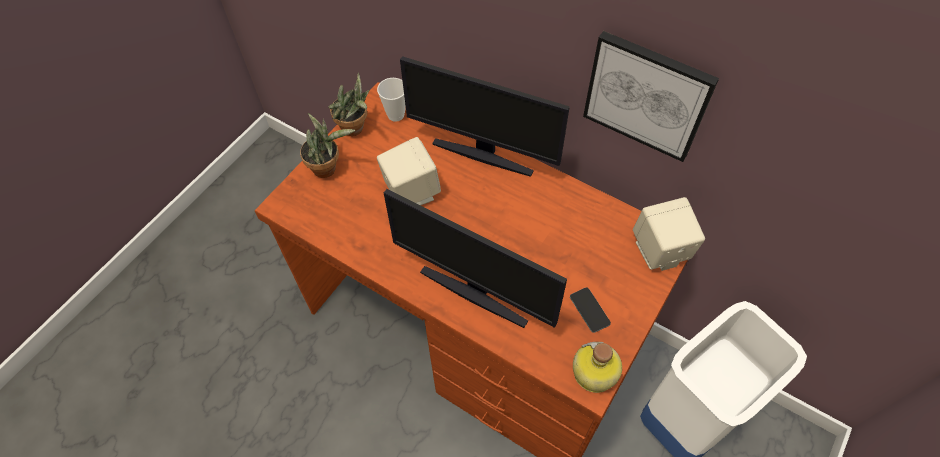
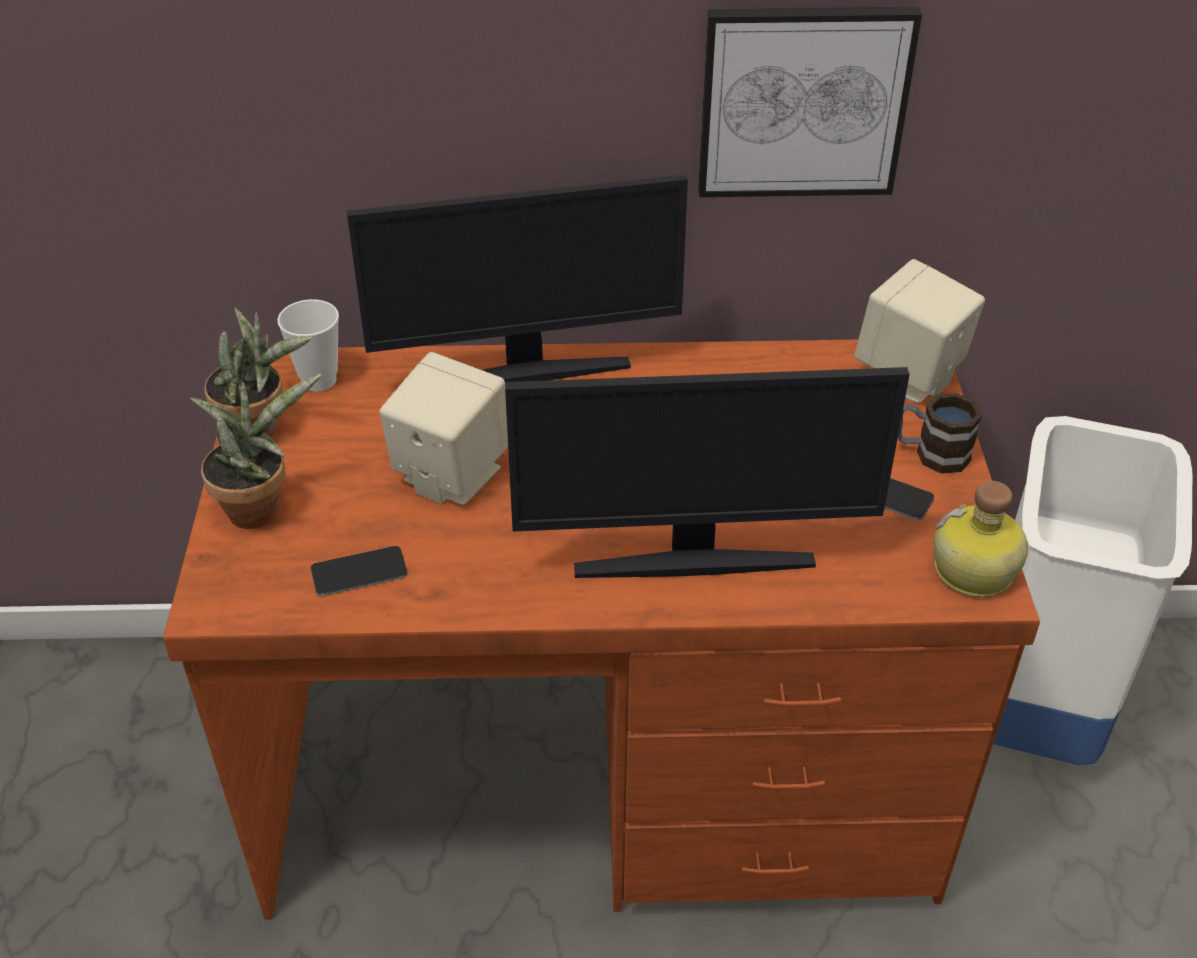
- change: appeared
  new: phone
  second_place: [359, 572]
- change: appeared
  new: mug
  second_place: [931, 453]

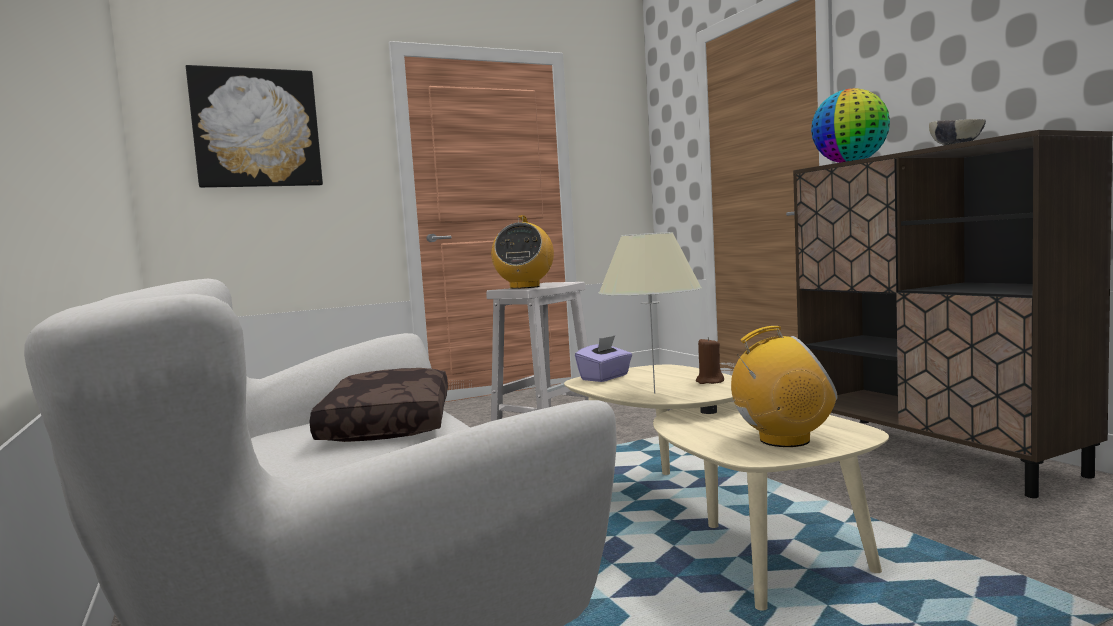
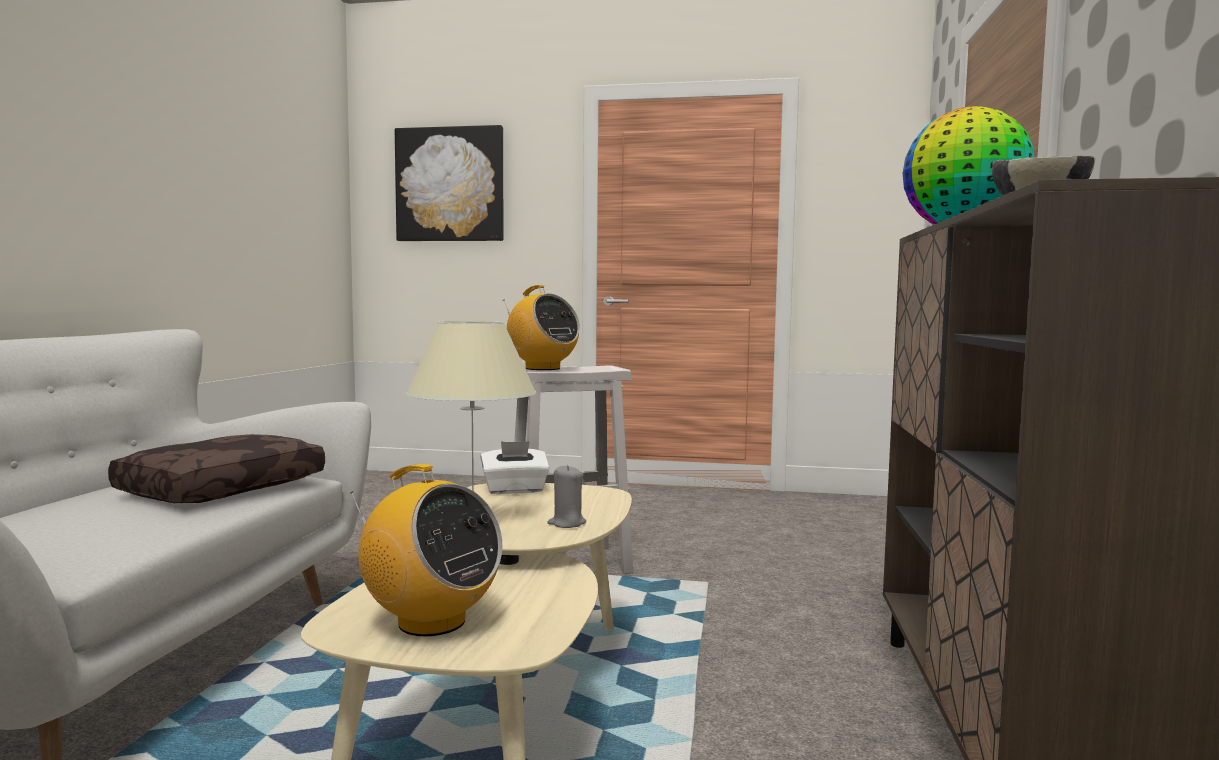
- change: colour
  old: tissue box (purple)
  new: tissue box (white)
  first_place: [605, 377]
  second_place: [514, 490]
- change: spun
  old: radio
  first_place: [524, 287]
  second_place: [542, 368]
  degrees: -90
- change: colour
  old: candle (brown)
  new: candle (grey)
  first_place: [709, 381]
  second_place: [566, 523]

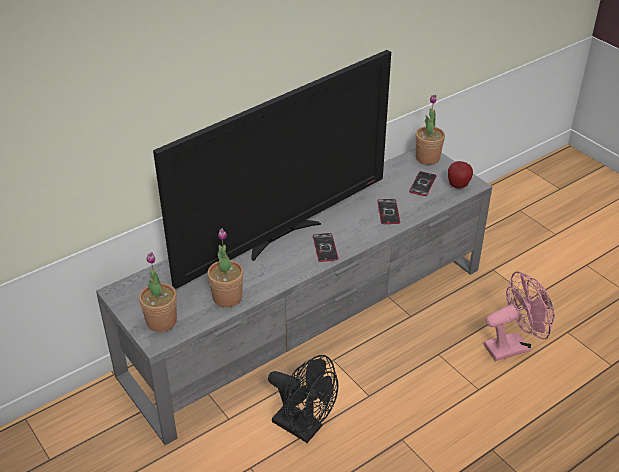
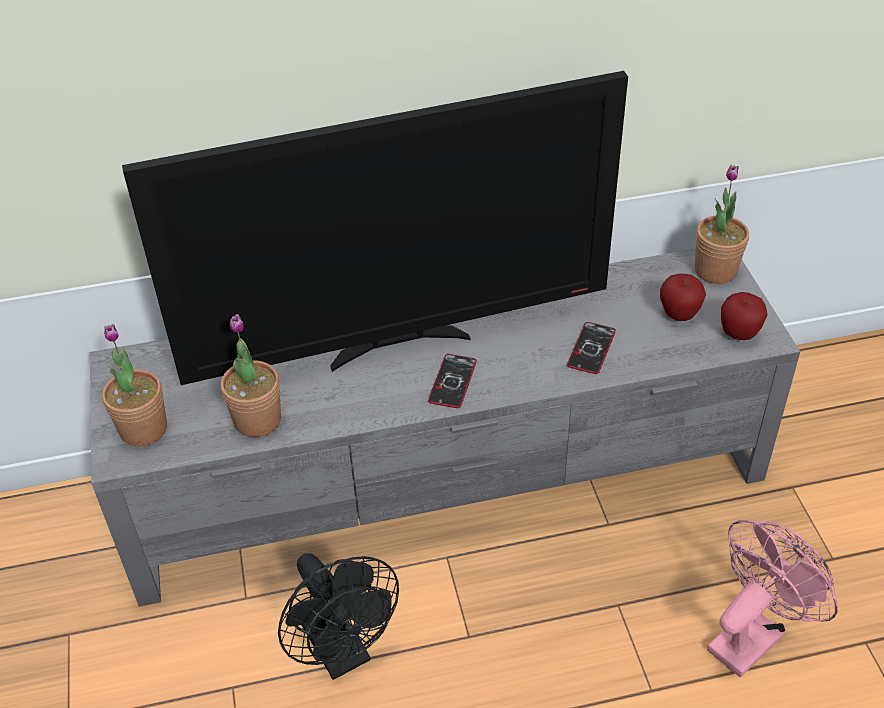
- change: exchanged
  old: phone
  new: apple
  first_place: [423, 184]
  second_place: [679, 315]
- change: spun
  old: fan (pink)
  first_place: [513, 346]
  second_place: [752, 634]
  degrees: -45

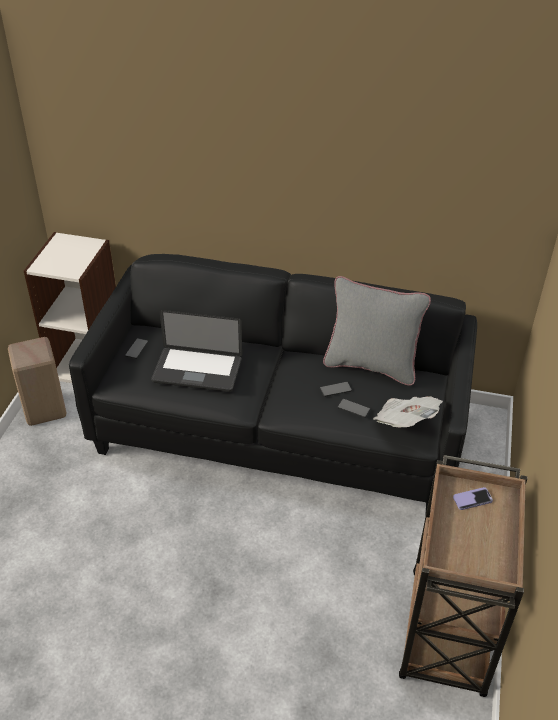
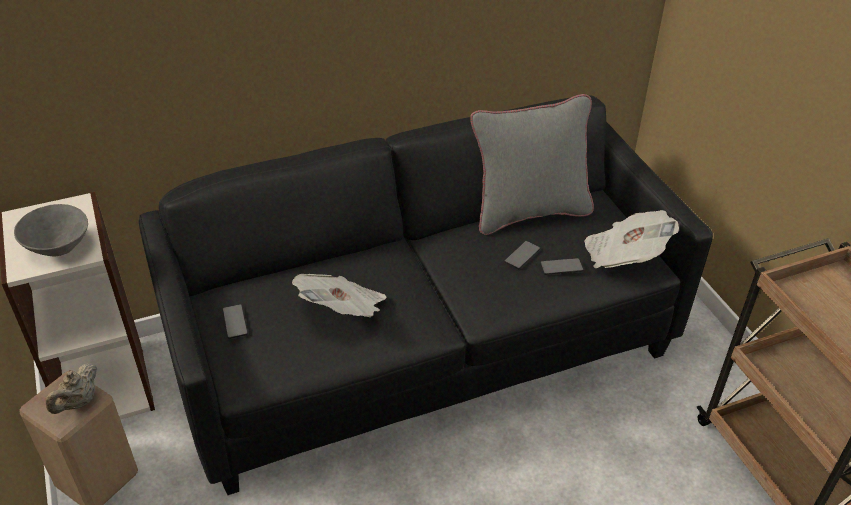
- change: appeared
  new: bowl (grey)
  second_place: [59, 248]
- change: appeared
  new: teapot (beige)
  second_place: [79, 402]
- change: exchanged
  old: laptop
  new: newspaper
  first_place: [197, 371]
  second_place: [343, 311]
- change: missing
  old: phone
  first_place: [472, 499]

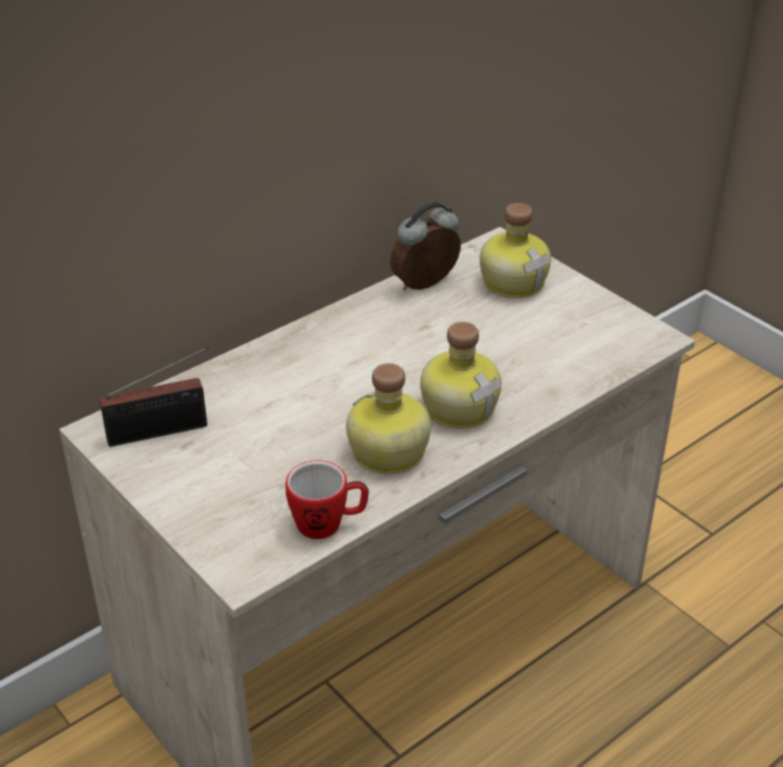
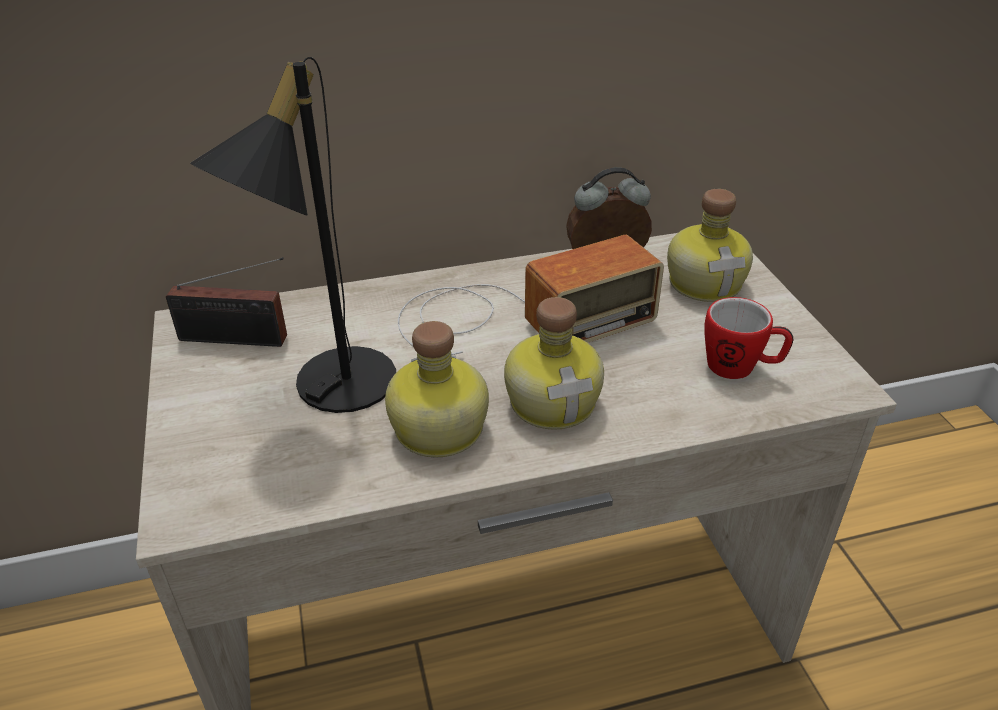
- change: appeared
  new: table lamp (black)
  second_place: [327, 386]
- change: appeared
  new: radio
  second_place: [514, 317]
- change: relocated
  old: mug
  first_place: [328, 524]
  second_place: [740, 368]

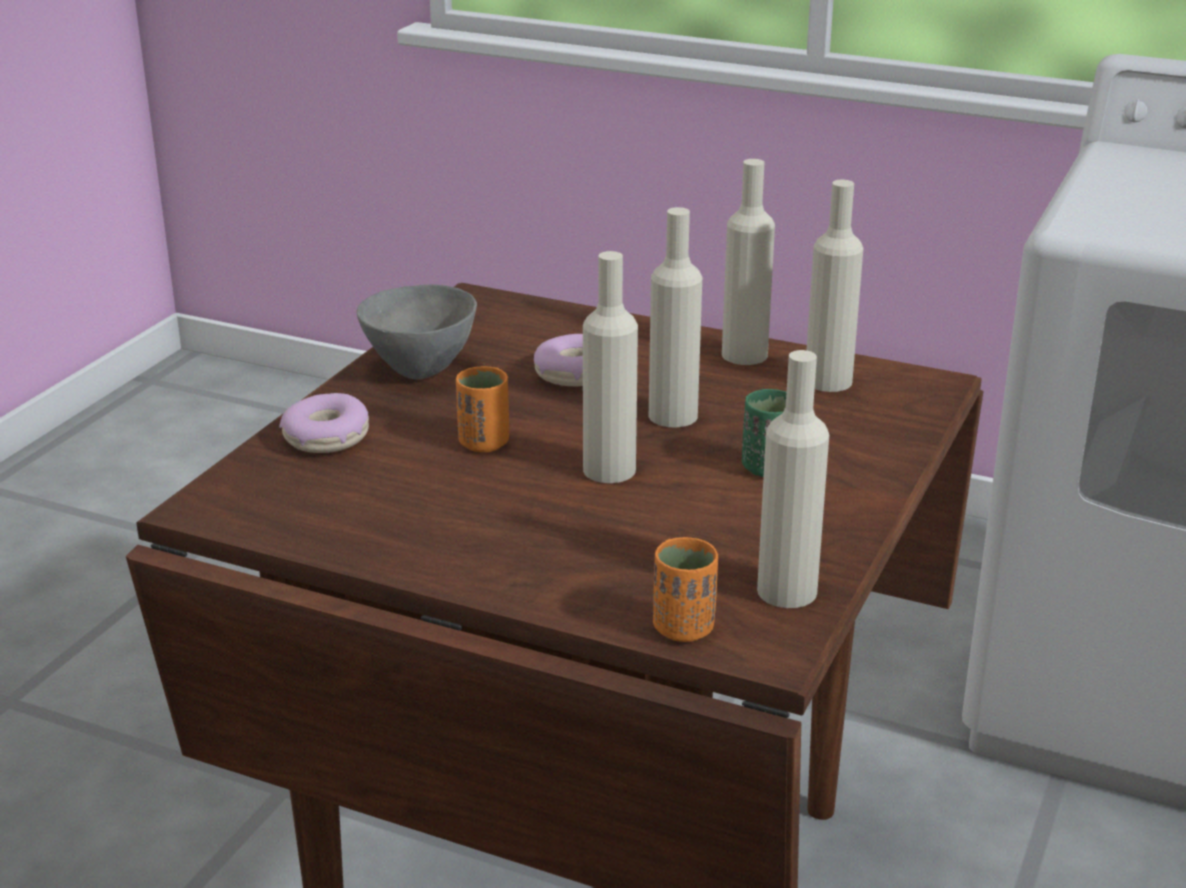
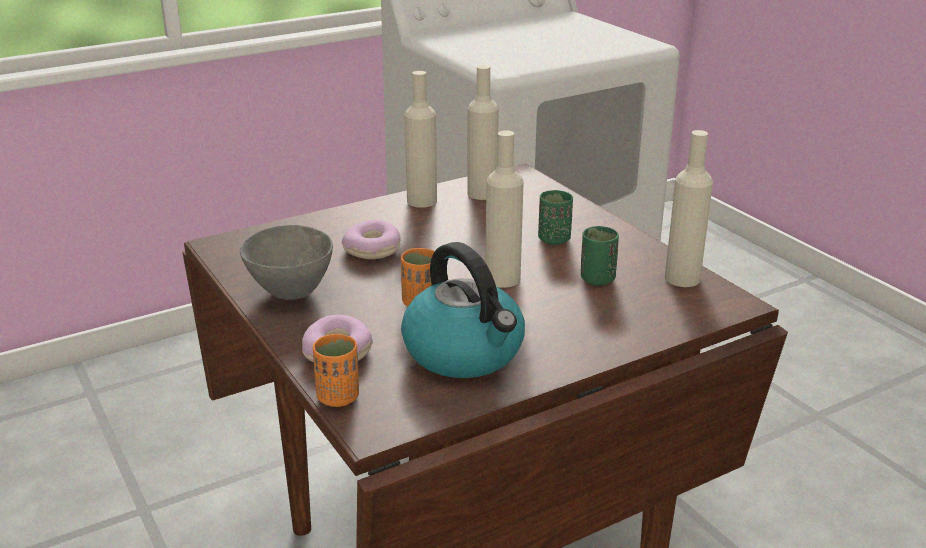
- change: relocated
  old: cup (orange)
  first_place: [683, 629]
  second_place: [338, 397]
- change: appeared
  new: kettle
  second_place: [465, 353]
- change: appeared
  new: cup (green)
  second_place: [597, 279]
- change: missing
  old: bottle (beige)
  first_place: [673, 415]

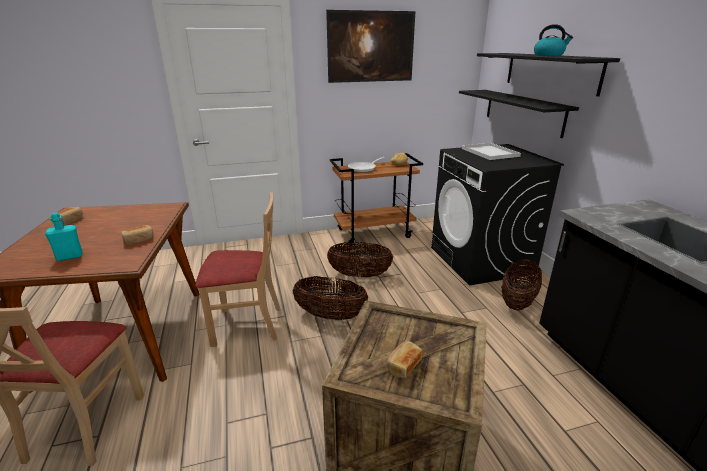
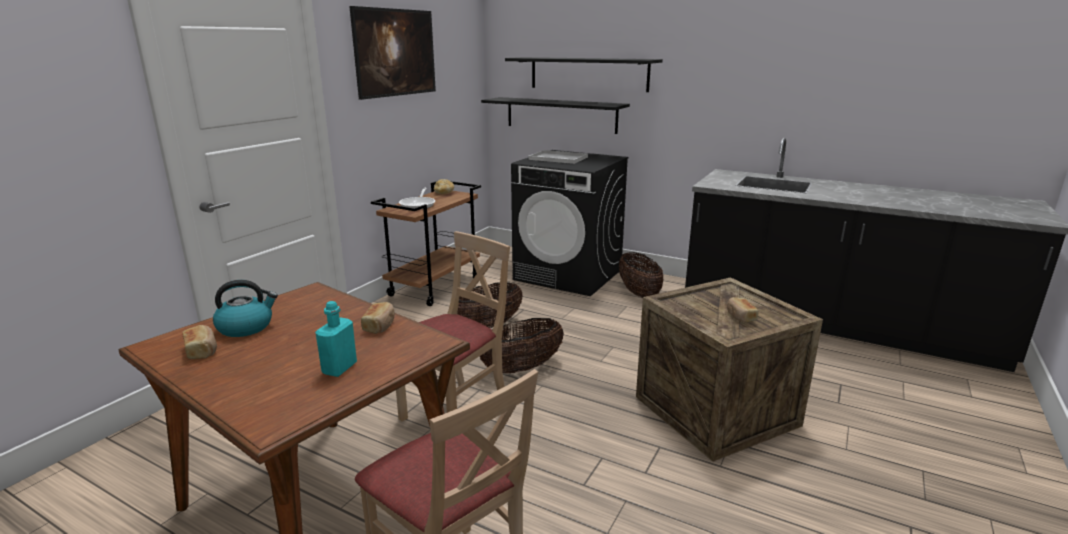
- change: relocated
  old: kettle
  first_place: [549, 55]
  second_place: [246, 327]

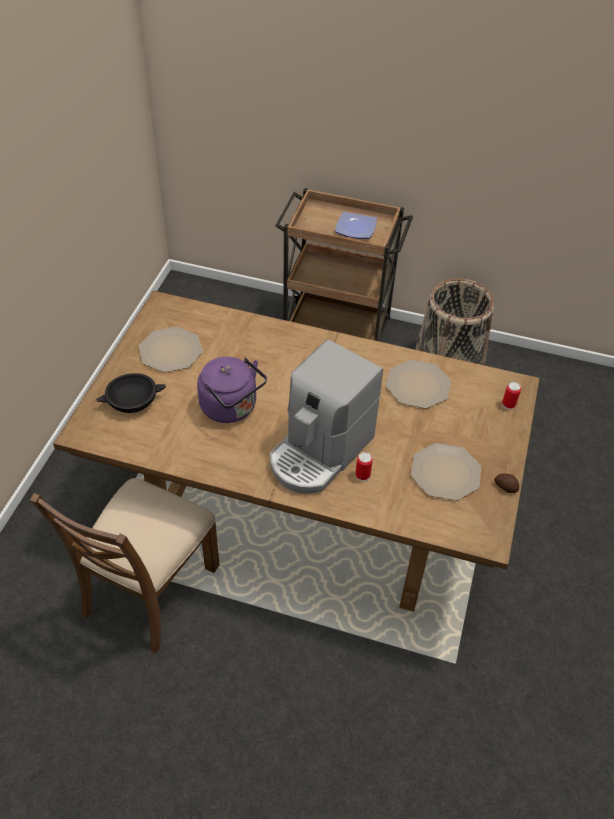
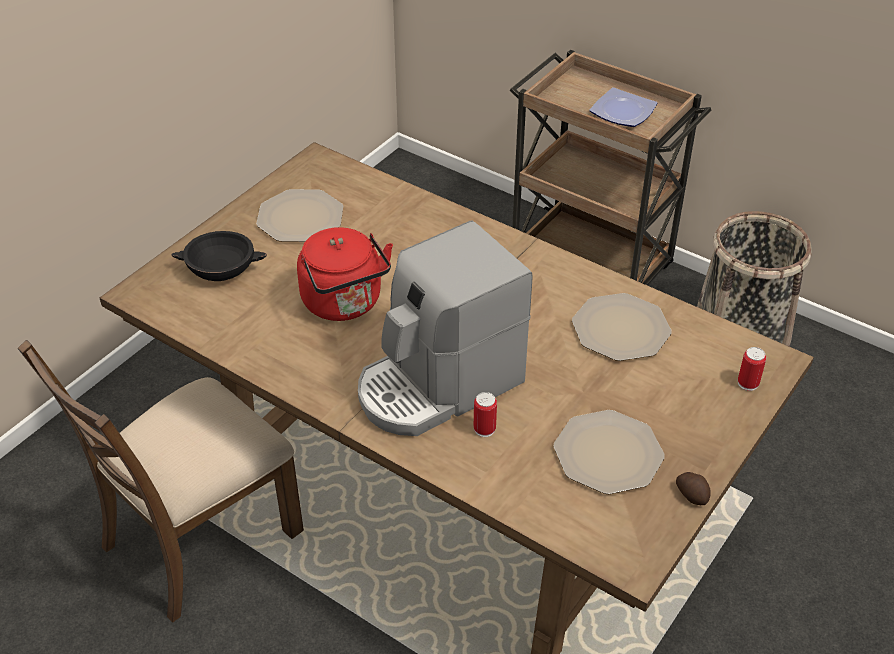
- change: colour
  old: kettle (purple)
  new: kettle (red)
  first_place: [231, 408]
  second_place: [345, 304]

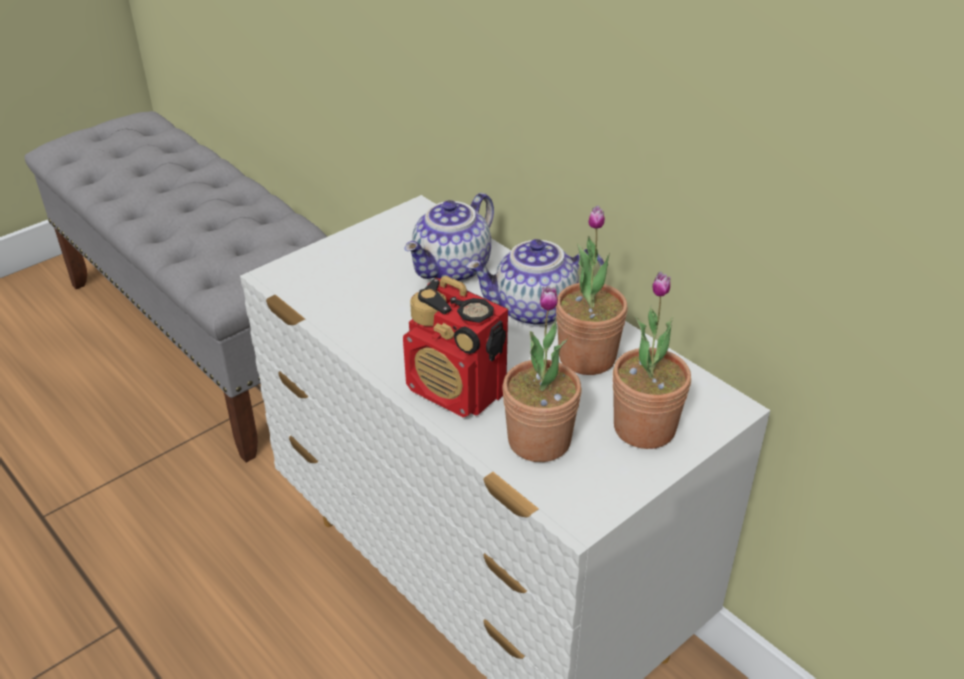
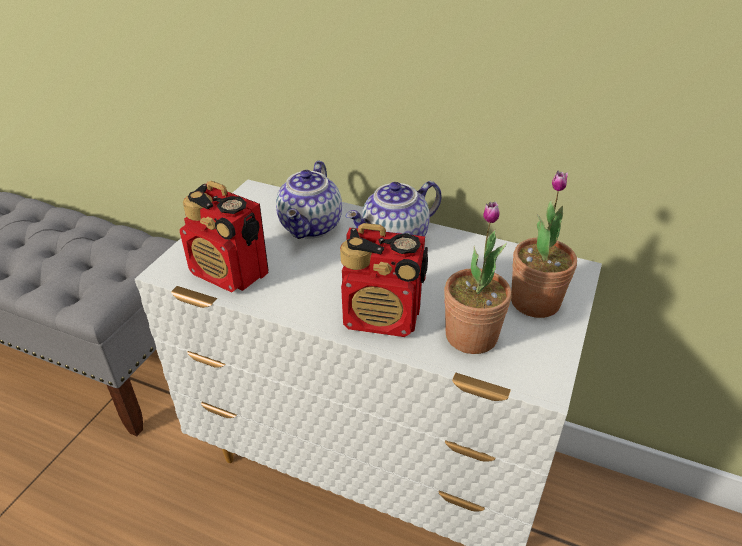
- change: appeared
  new: radio
  second_place: [230, 274]
- change: missing
  old: potted plant
  first_place: [587, 357]

